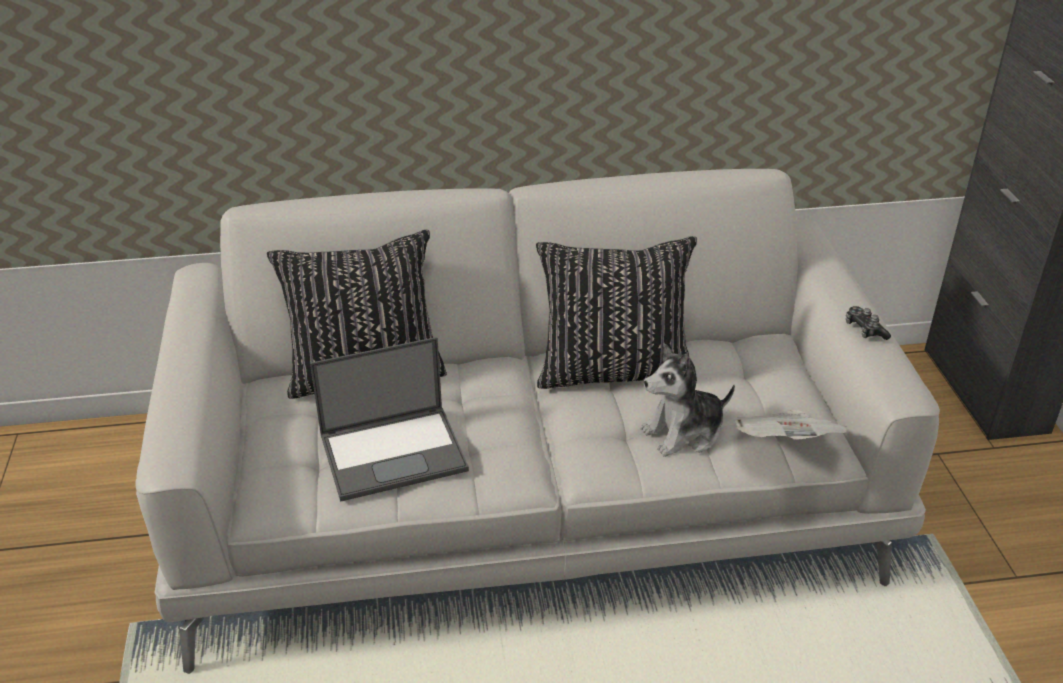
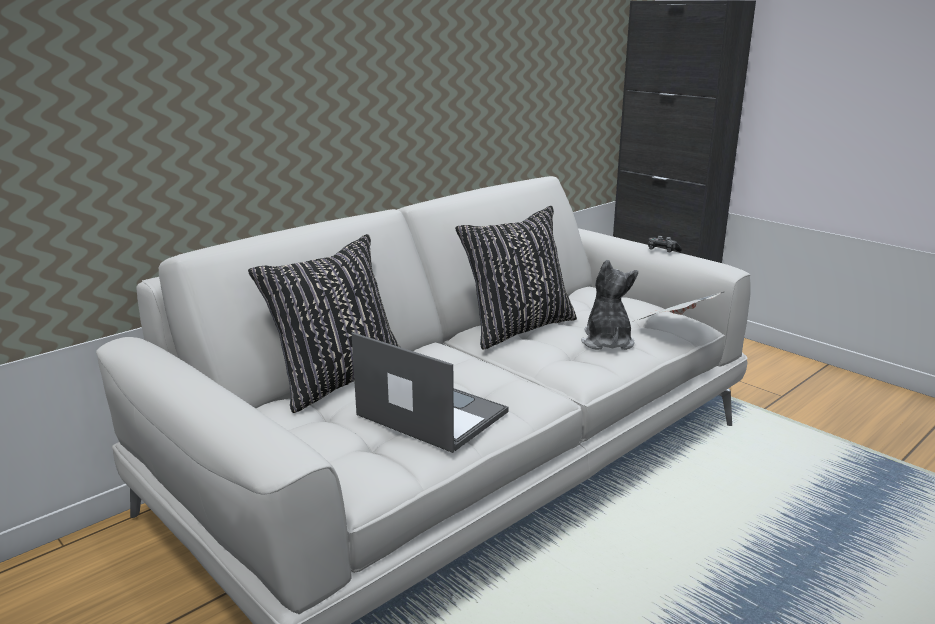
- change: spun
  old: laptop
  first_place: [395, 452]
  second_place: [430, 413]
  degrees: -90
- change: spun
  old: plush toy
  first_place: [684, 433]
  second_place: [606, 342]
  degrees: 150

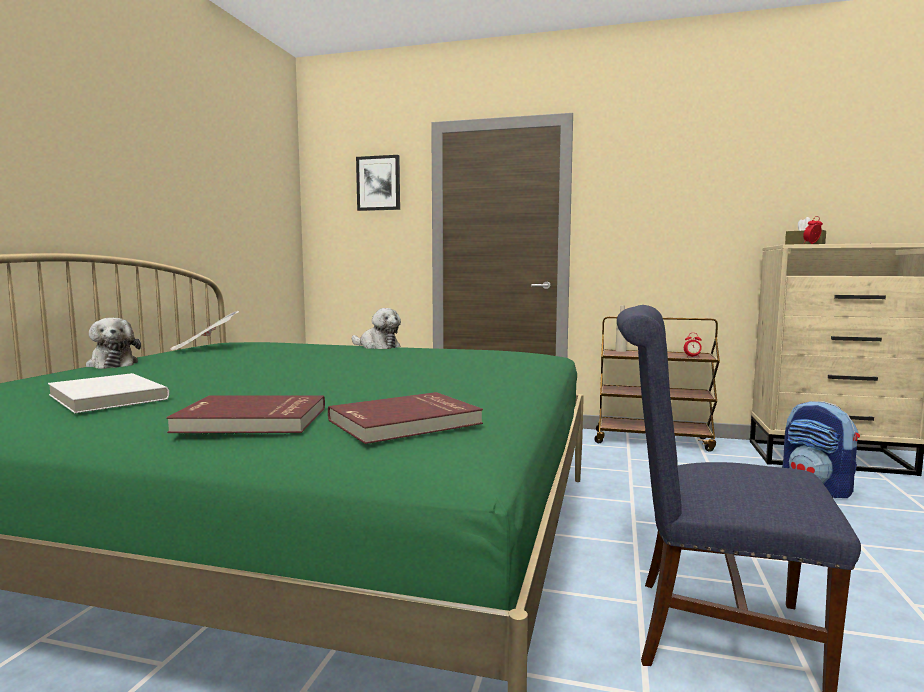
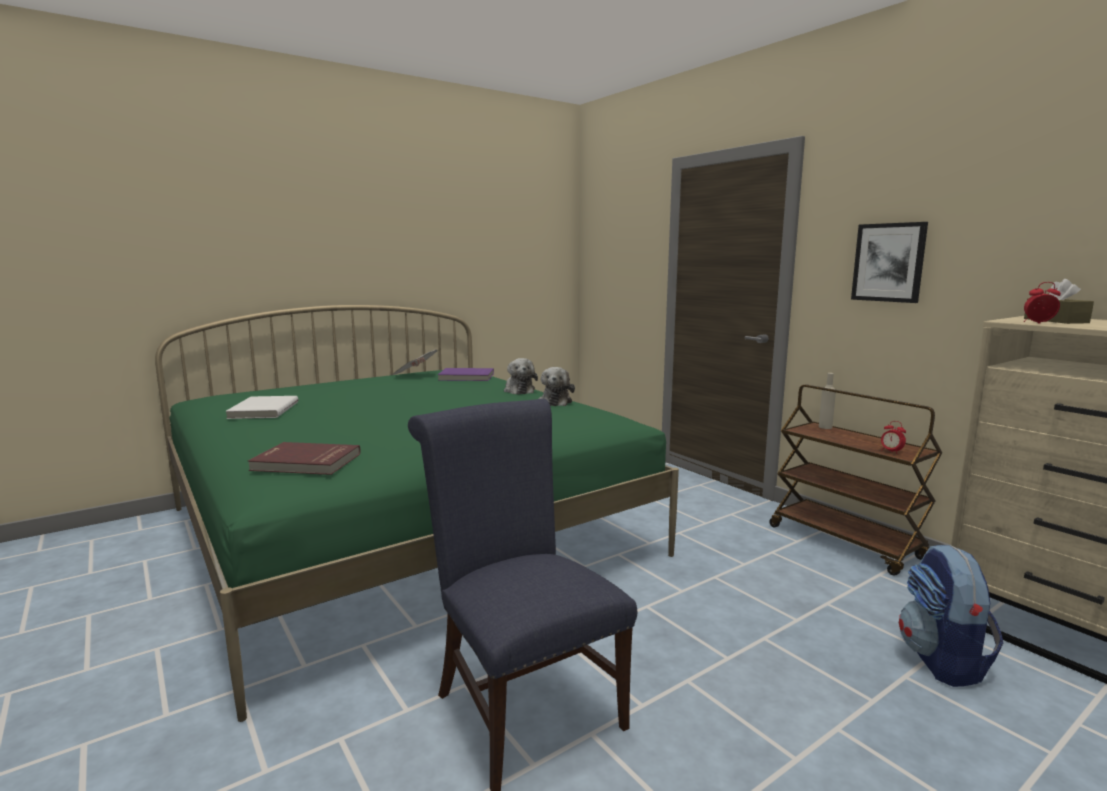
- change: appeared
  new: book (purple)
  second_place: [466, 377]
- change: relocated
  old: plush toy
  first_place: [112, 364]
  second_place: [555, 401]
- change: relocated
  old: picture
  first_place: [378, 183]
  second_place: [889, 262]
- change: missing
  old: book (red)
  first_place: [251, 420]

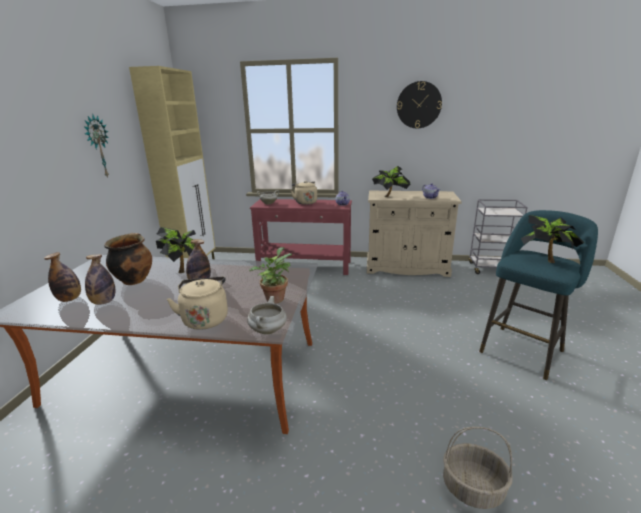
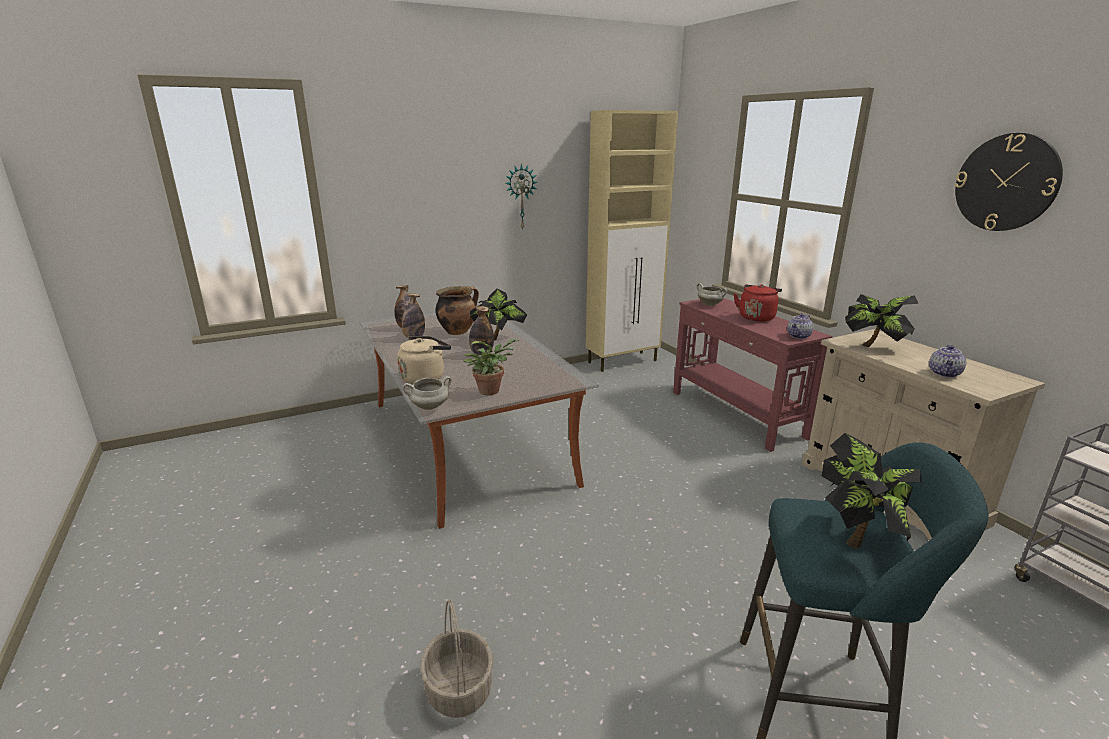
- change: colour
  old: kettle (beige)
  new: kettle (red)
  first_place: [305, 202]
  second_place: [756, 317]

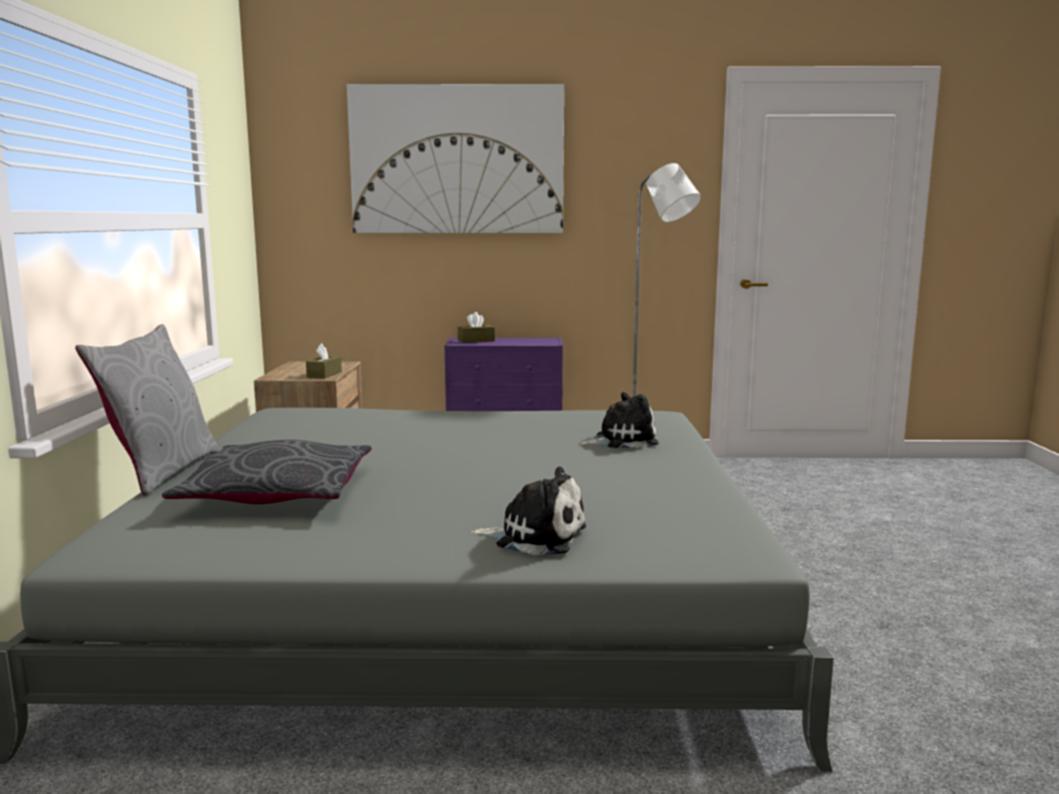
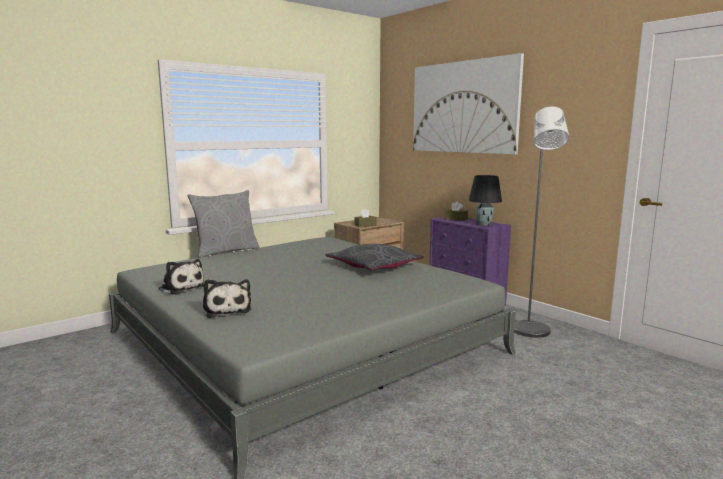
- change: relocated
  old: plush toy
  first_place: [622, 440]
  second_place: [181, 288]
- change: relocated
  old: pillow (grey)
  first_place: [277, 494]
  second_place: [374, 266]
- change: appeared
  new: table lamp (black)
  second_place: [483, 224]

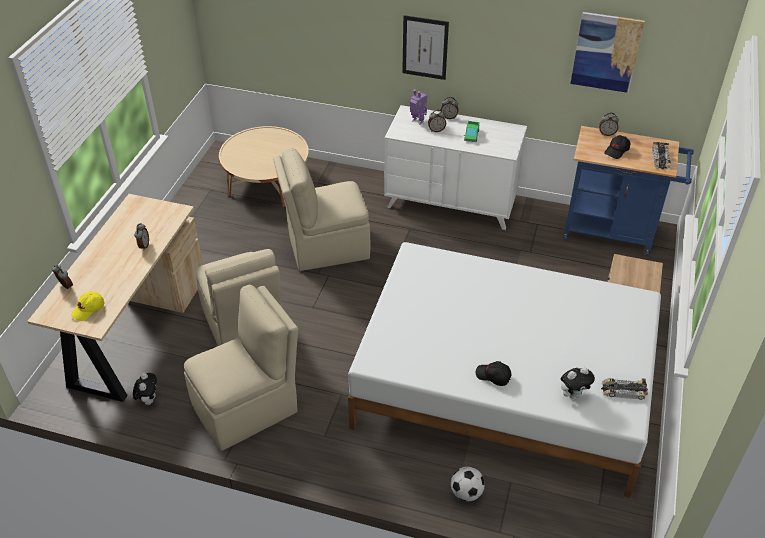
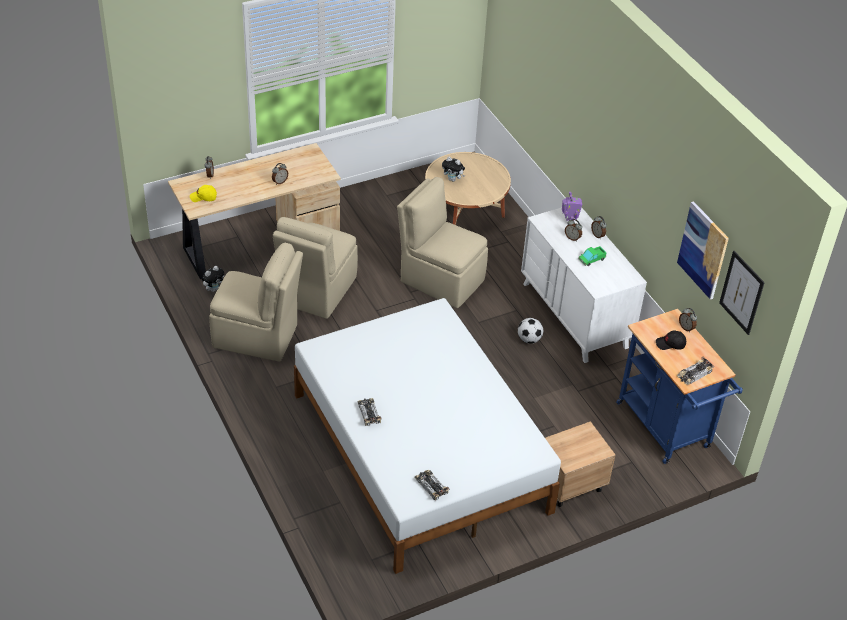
- change: exchanged
  old: cap (black)
  new: toy car
  first_place: [493, 376]
  second_place: [368, 413]
- change: relocated
  old: plush toy
  first_place: [573, 394]
  second_place: [453, 179]
- change: relocated
  old: football
  first_place: [466, 493]
  second_place: [529, 339]
- change: relocated
  old: picture
  first_place: [425, 47]
  second_place: [741, 292]

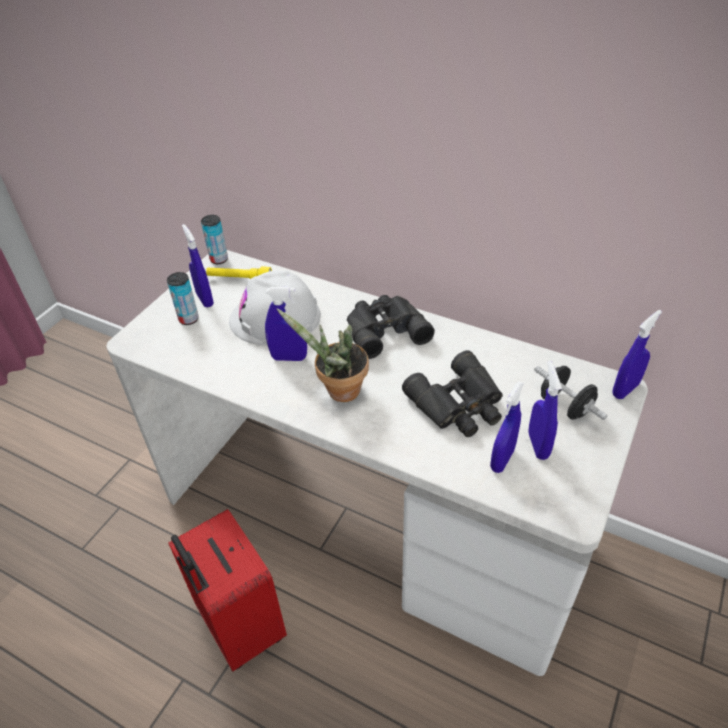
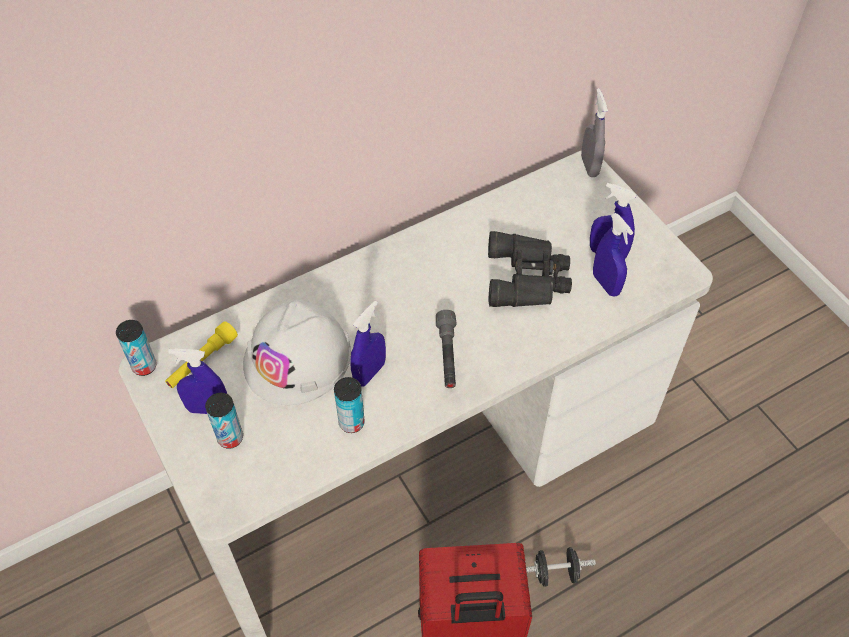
- change: appeared
  new: can
  second_place: [351, 422]
- change: exchanged
  old: potted plant
  new: flashlight (grey)
  first_place: [338, 391]
  second_place: [447, 355]
- change: relocated
  old: dumbbell (black)
  first_place: [565, 405]
  second_place: [555, 573]
- change: colour
  old: spray bottle (blue)
  new: spray bottle (grey)
  first_place: [625, 389]
  second_place: [589, 166]
- change: missing
  old: binoculars (black)
  first_place: [384, 329]

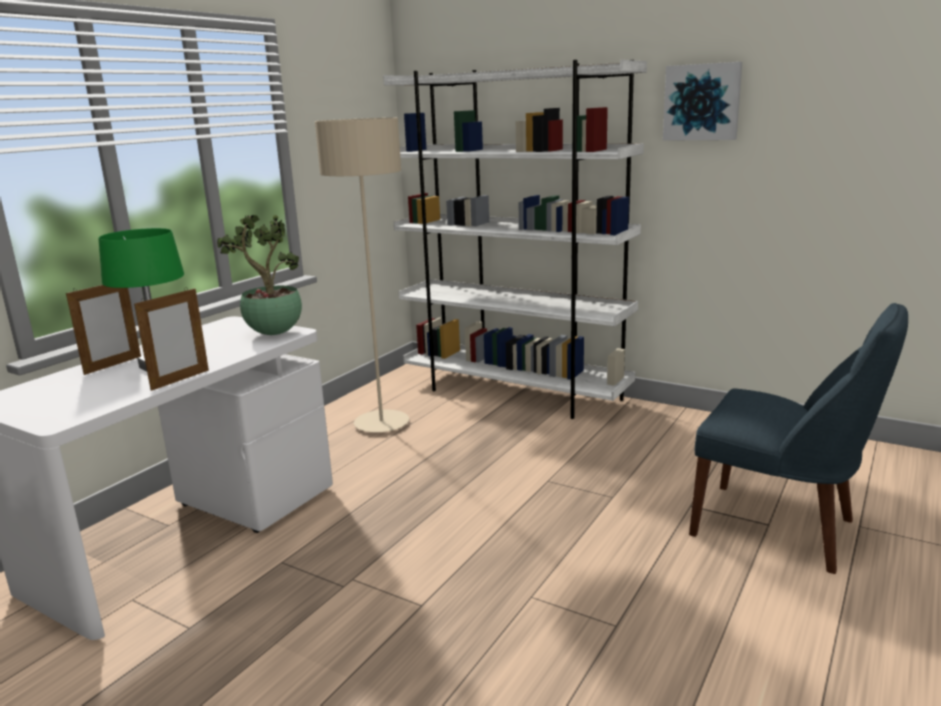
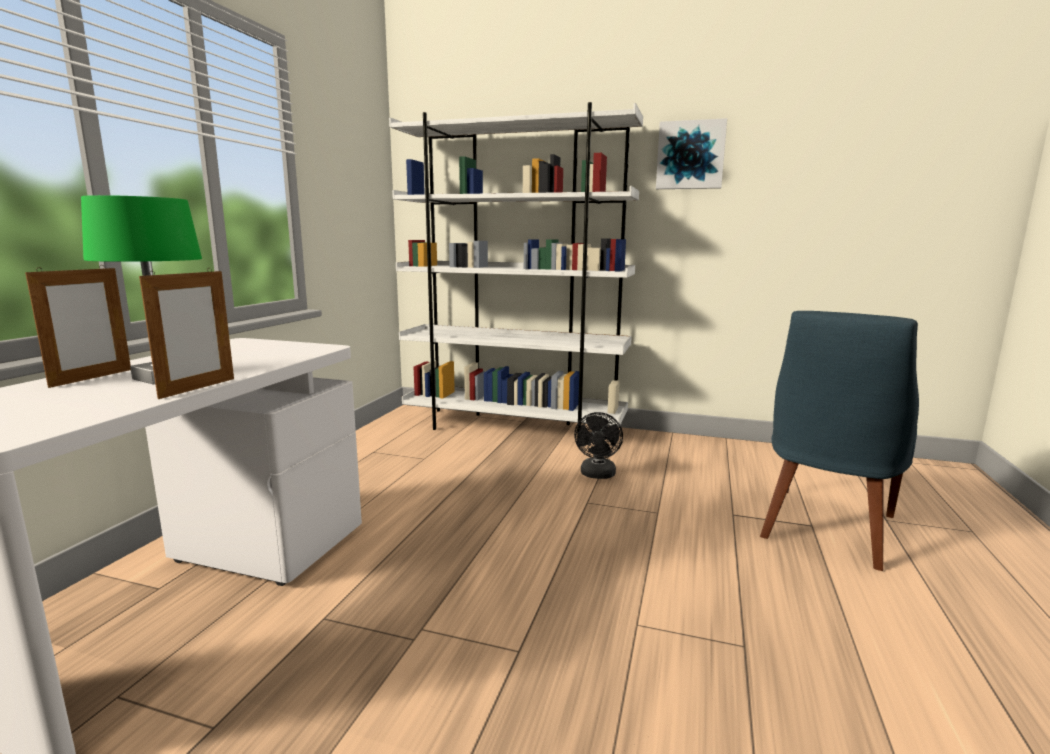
- change: appeared
  new: fan (black)
  second_place: [597, 475]
- change: spun
  old: chair (blue)
  first_place: [780, 529]
  second_place: [825, 529]
  degrees: 105
- change: missing
  old: potted plant
  first_place: [273, 334]
- change: missing
  old: floor lamp (beige)
  first_place: [381, 424]

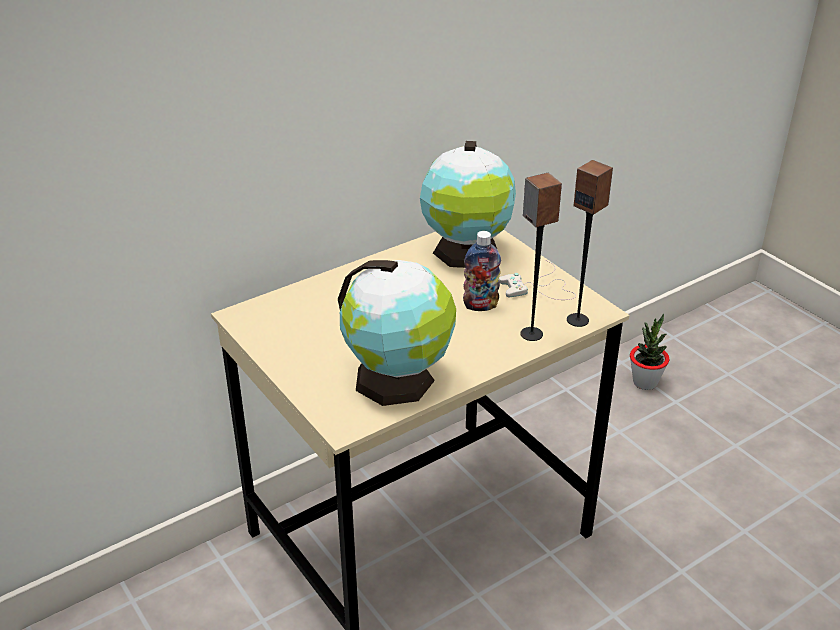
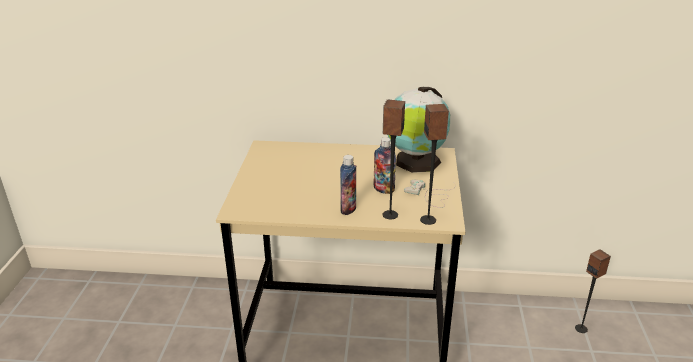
- change: appeared
  new: bottle
  second_place: [348, 209]
- change: exchanged
  old: potted plant
  new: speaker
  first_place: [645, 382]
  second_place: [581, 328]
- change: missing
  old: globe
  first_place: [398, 380]

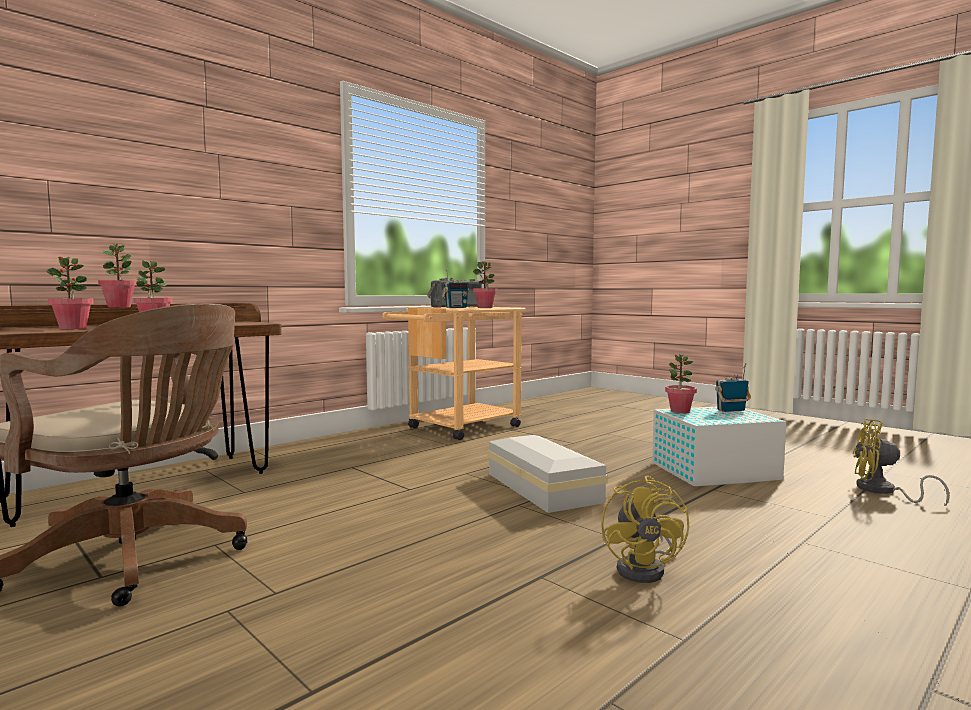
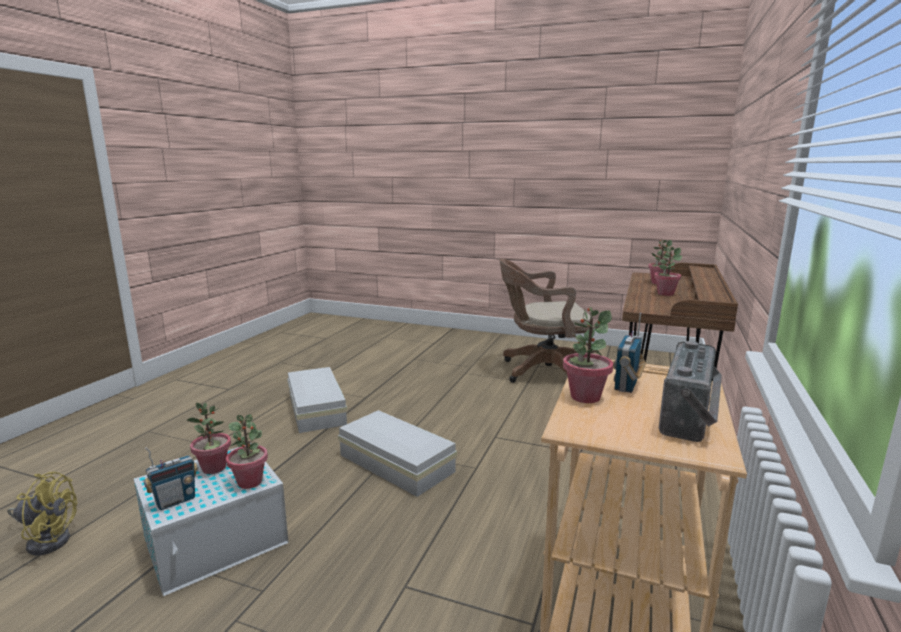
- change: relocated
  old: potted plant
  first_place: [119, 307]
  second_place: [214, 468]
- change: exchanged
  old: fan (yellow)
  new: storage box (white)
  first_place: [646, 569]
  second_place: [315, 409]

